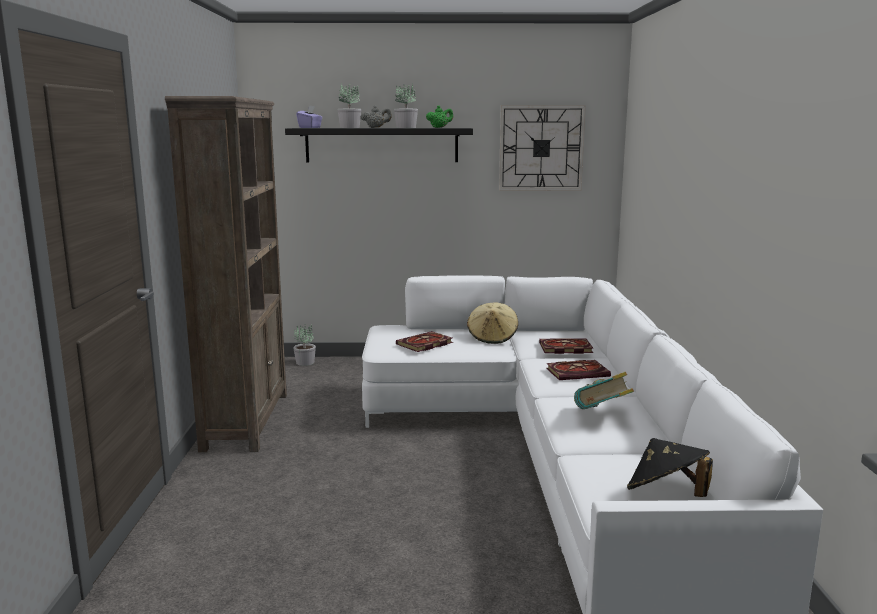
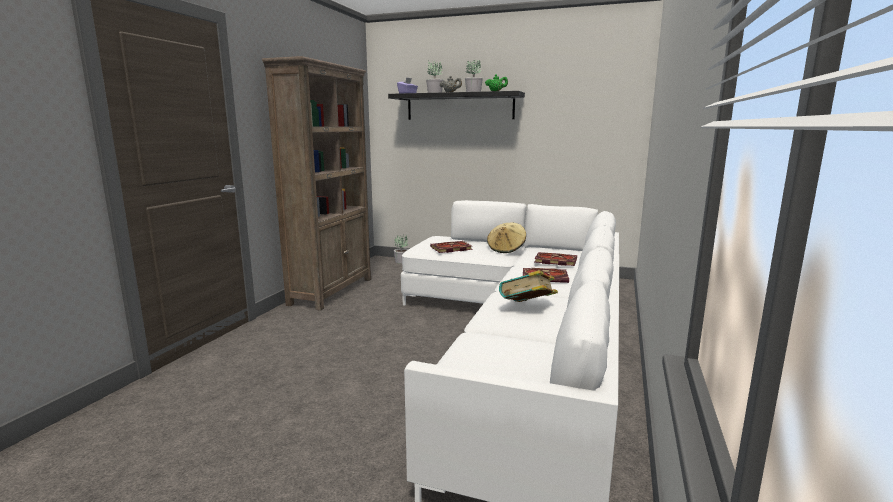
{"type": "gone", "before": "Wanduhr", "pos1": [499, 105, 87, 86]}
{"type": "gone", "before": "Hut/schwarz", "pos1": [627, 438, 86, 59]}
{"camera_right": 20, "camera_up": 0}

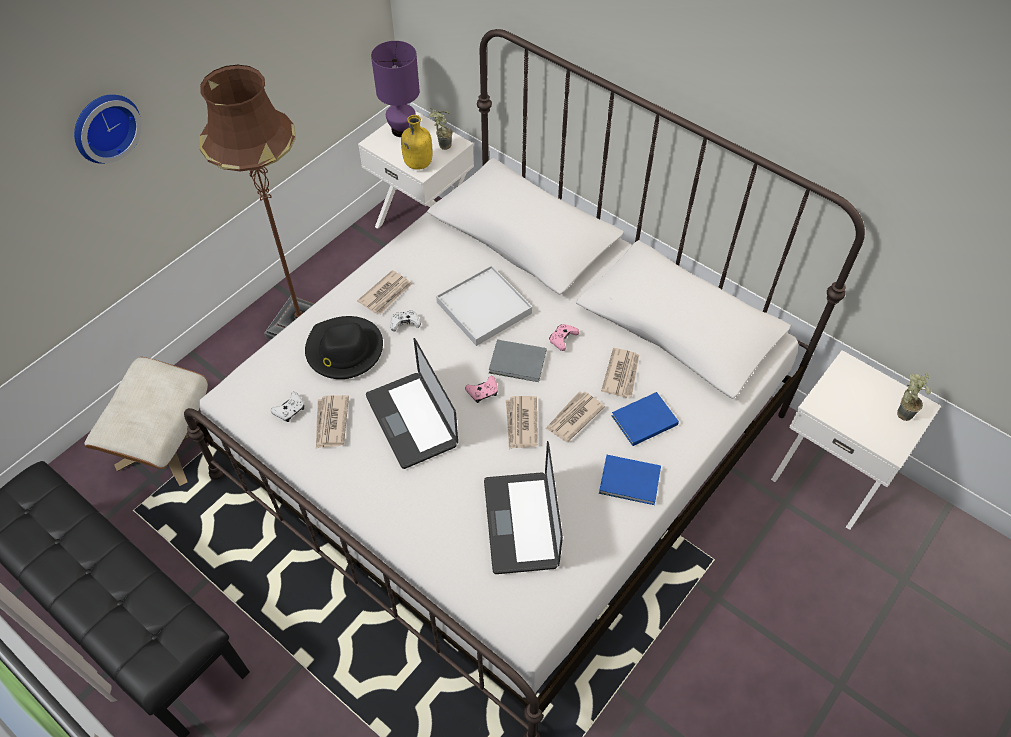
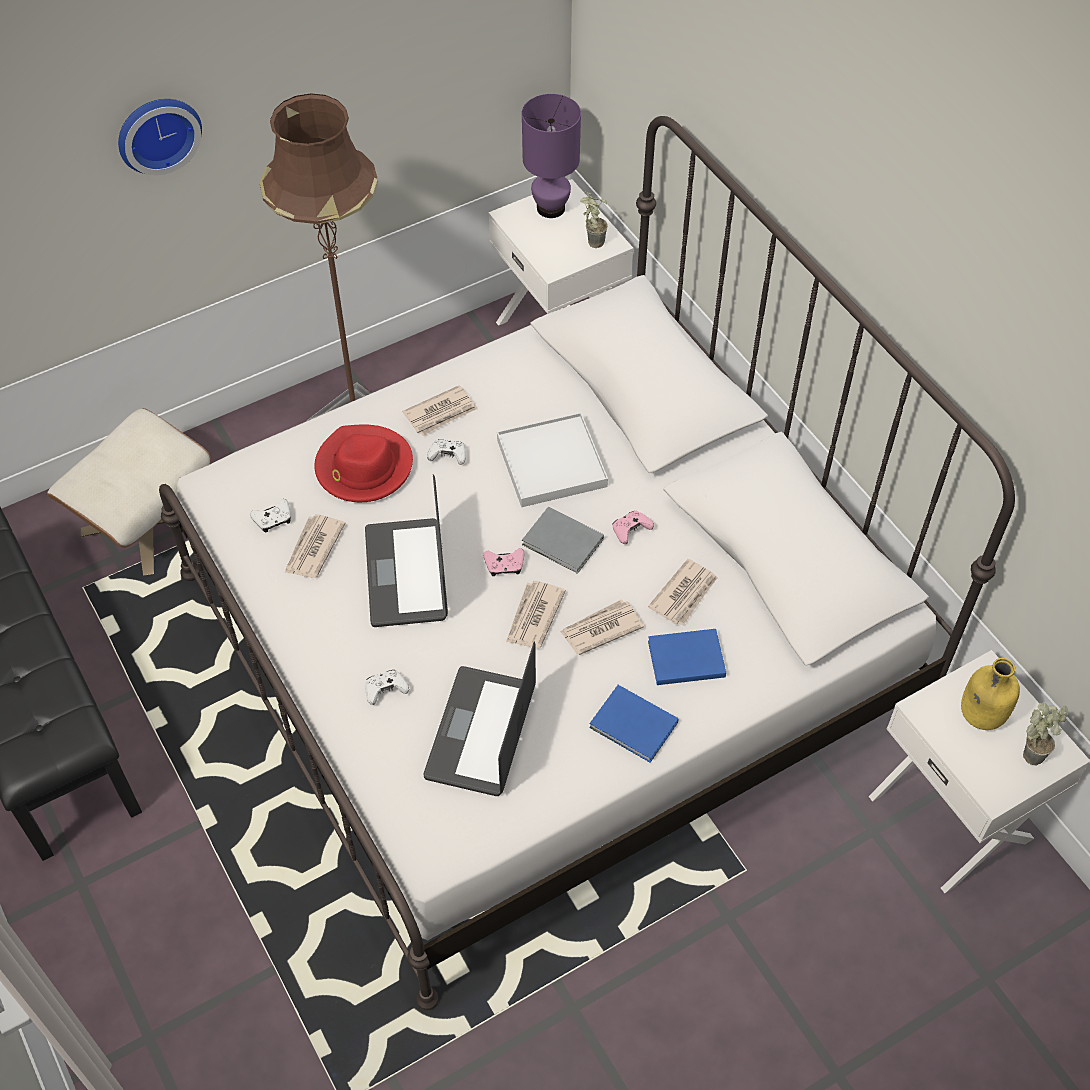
{"type": "shifted", "before": "Flasche/gelb", "pos1": [401, 115, 31, 55], "pos2": [961, 658, 59, 72]}
{"type": "repainted", "before": "Hut/schwarz", "after": "Hut/rot", "pos1": [305, 316, 78, 63], "pos2": [314, 425, 99, 77]}
{"type": "new", "after": "Gamepad/weiß", "pos2": [366, 670, 43, 35]}
{"camera_right": 20, "camera_up": 0}

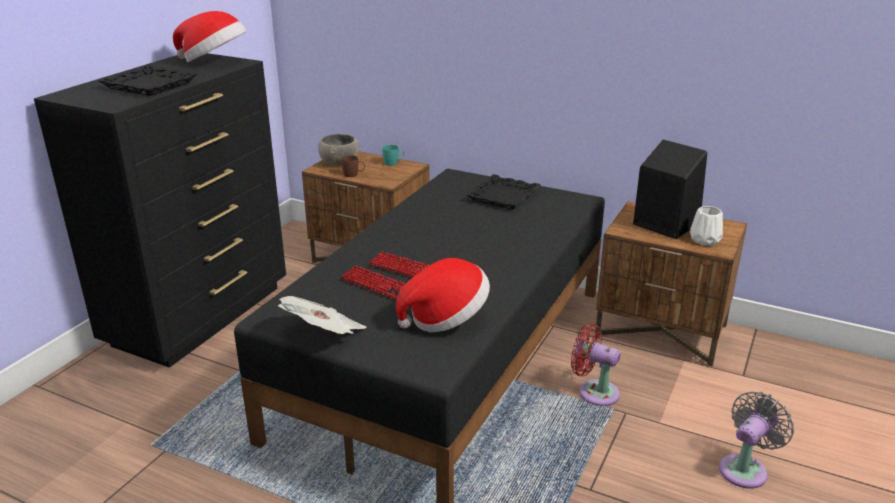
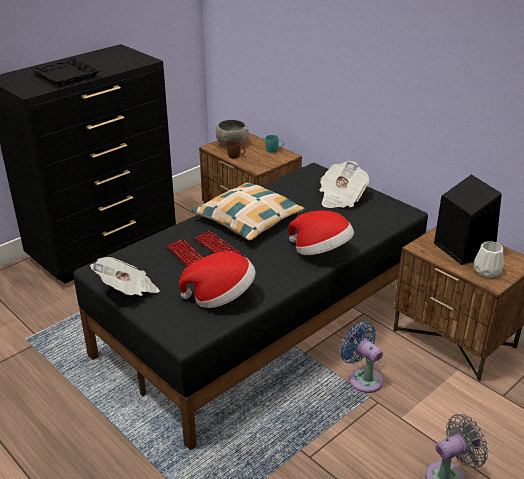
{"type": "shifted", "before": "Hut", "pos1": [173, 11, 73, 51], "pos2": [288, 210, 66, 45]}
{"type": "swapped", "before": "Tablett/schwarz", "after": "Zeitung", "pos1": [466, 174, 75, 35], "pos2": [320, 161, 49, 47]}
{"type": "repainted", "before": "Ventilator/rot", "after": "Ventilator/blau", "pos1": [571, 323, 50, 83], "pos2": [339, 322, 44, 71]}
{"type": "new", "after": "Kissen", "pos2": [191, 182, 114, 59]}
{"camera_right": 20, "camera_up": 5}

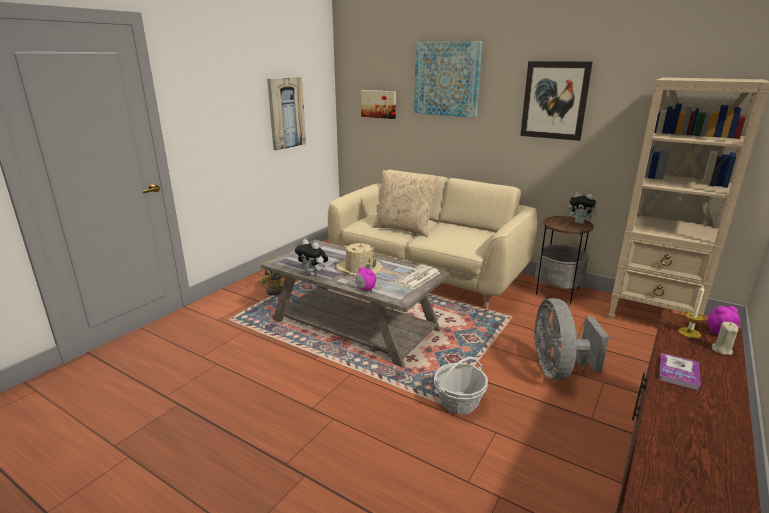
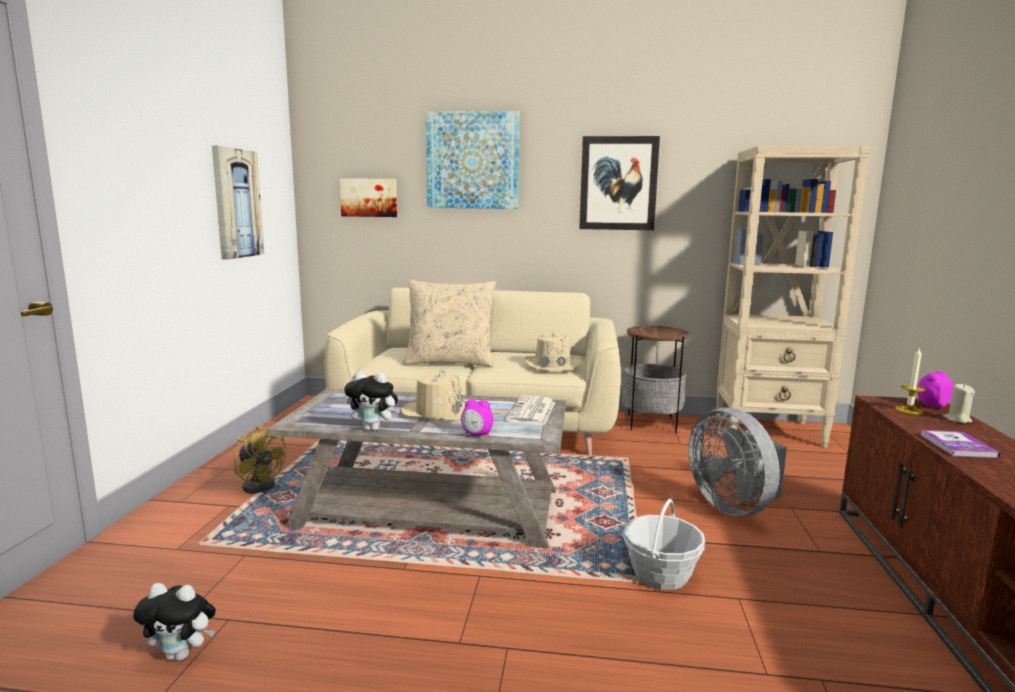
{"type": "shifted", "before": "Plüschtier", "pos1": [569, 192, 29, 32], "pos2": [133, 583, 83, 78]}
{"type": "new", "after": "Hut/beige", "pos2": [525, 332, 56, 40]}
{"camera_right": -25, "camera_up": -10}

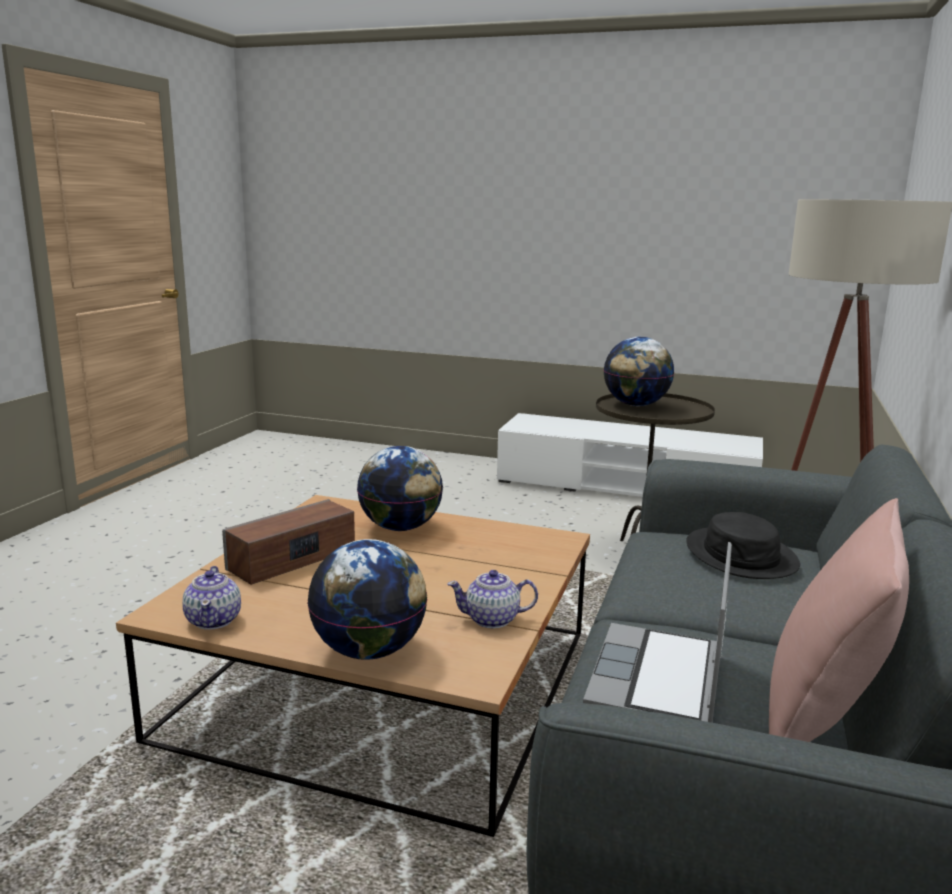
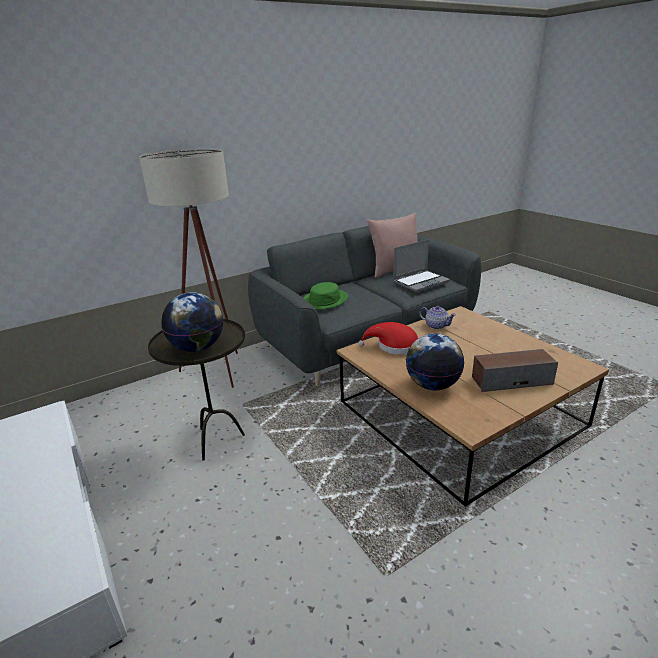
{"type": "repainted", "before": "Hut/schwarz", "after": "Hut/grün", "pos1": [686, 512, 114, 67], "pos2": [303, 282, 45, 28]}
{"type": "gone", "before": "Globus", "pos1": [307, 539, 121, 121]}
{"type": "gone", "before": "Teekanne", "pos1": [182, 566, 59, 64]}
{"type": "new", "after": "Hut/rot", "pos2": [359, 322, 60, 33]}
{"camera_right": -140, "camera_up": 10}

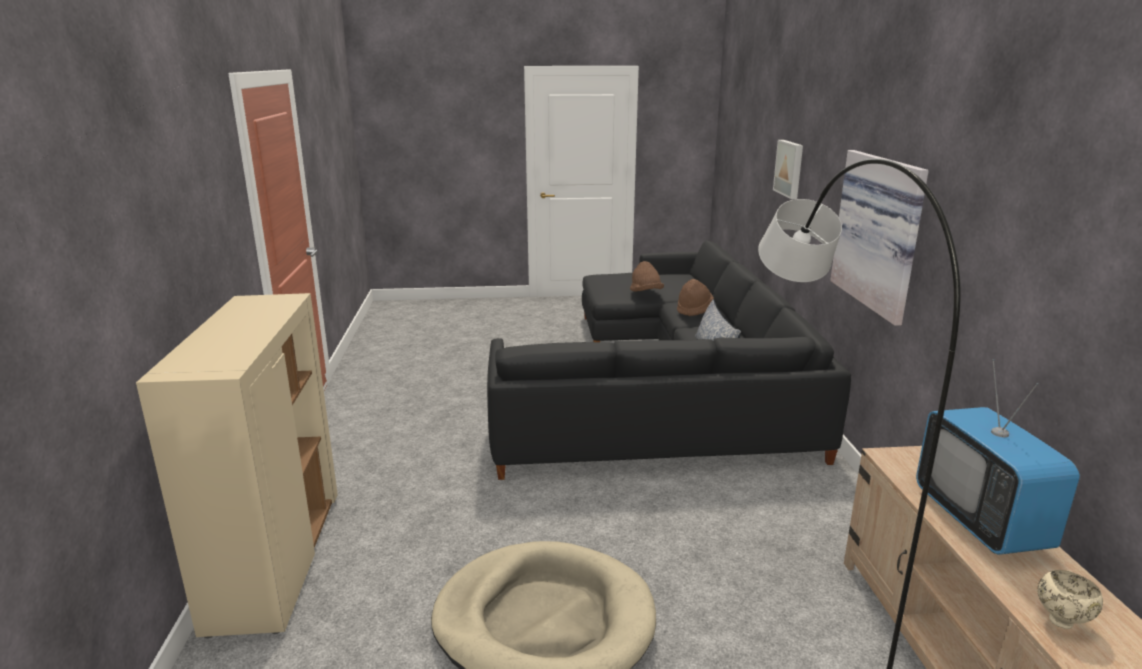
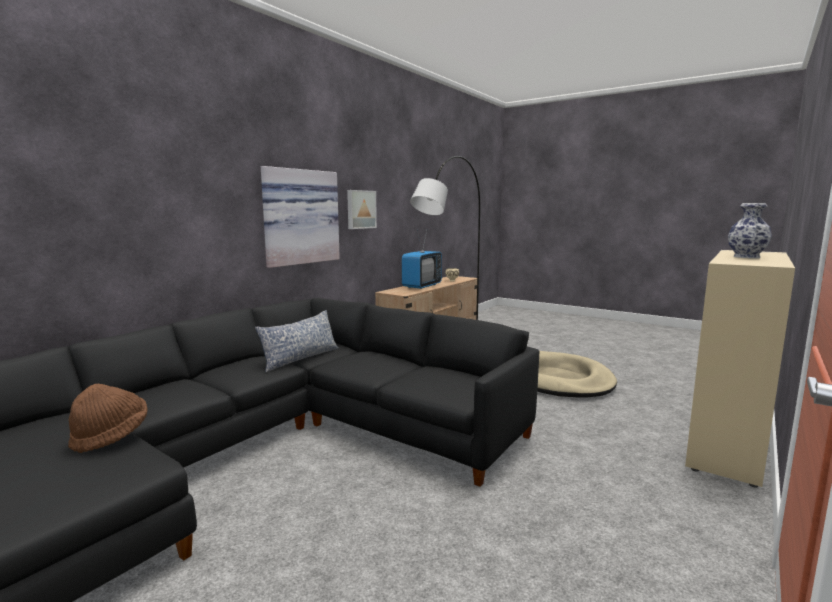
{"type": "shifted", "before": "Bild", "pos1": [773, 140, 30, 59], "pos2": [347, 190, 30, 39]}
{"type": "gone", "before": "Hut/braun", "pos1": [677, 279, 37, 37]}
{"type": "new", "after": "Vase", "pos2": [728, 203, 44, 55]}
{"camera_right": -140, "camera_up": -10}

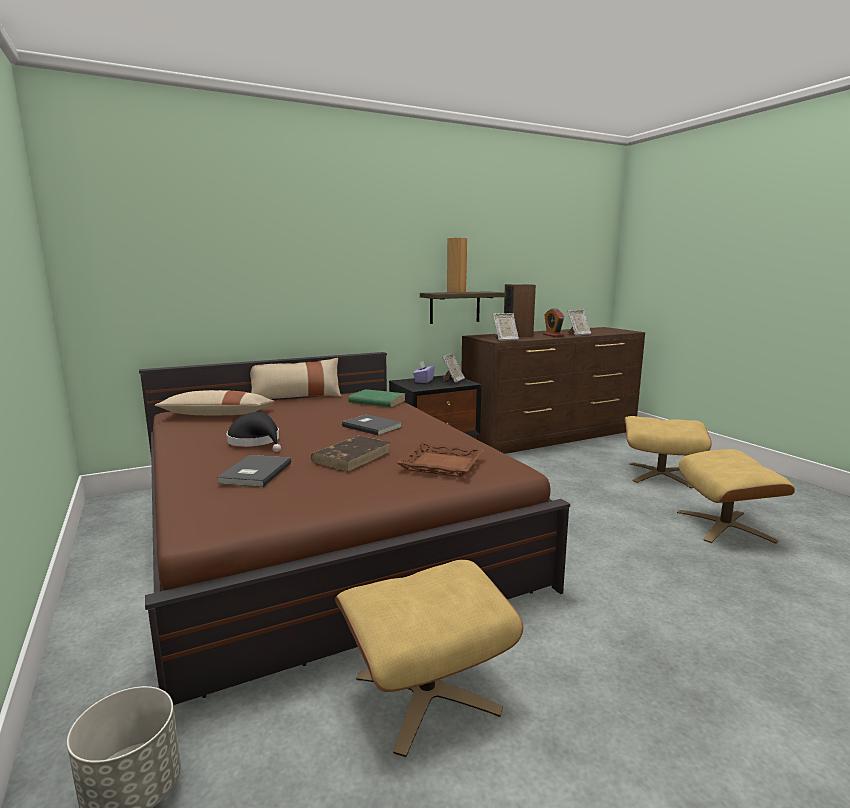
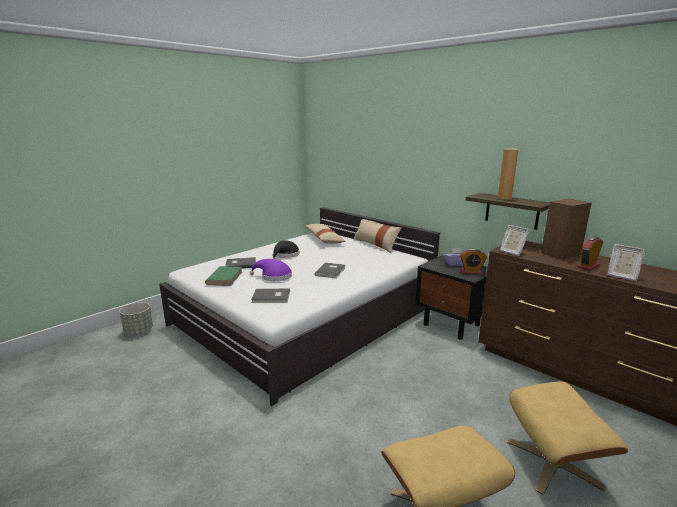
{"type": "repainted", "before": "Bett/braun", "after": "Bett/weiß", "pos1": [139, 352, 431, 353], "pos2": [159, 207, 281, 199]}
{"type": "swapped", "before": "Bilderrahmen", "after": "Wecker", "pos1": [442, 354, 23, 29], "pos2": [460, 249, 27, 26]}
{"type": "shifted", "before": "Buch/grün", "pos1": [348, 389, 58, 18], "pos2": [205, 266, 37, 20]}
{"type": "swapped", "before": "Buch/braun", "after": "Hut/lila", "pos1": [311, 436, 80, 36], "pos2": [250, 259, 42, 22]}
{"type": "swapped", "before": "Tablett/braun", "after": "Buch/grau", "pos1": [396, 442, 88, 35], "pos2": [251, 289, 39, 14]}
{"type": "gone", "before": "Polsterhocker/beige", "pos1": [335, 560, 188, 197]}
{"camera_right": 70, "camera_up": 5}

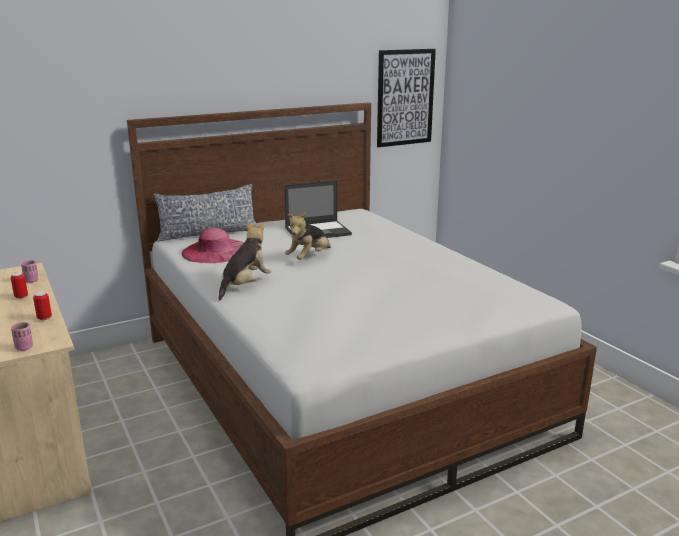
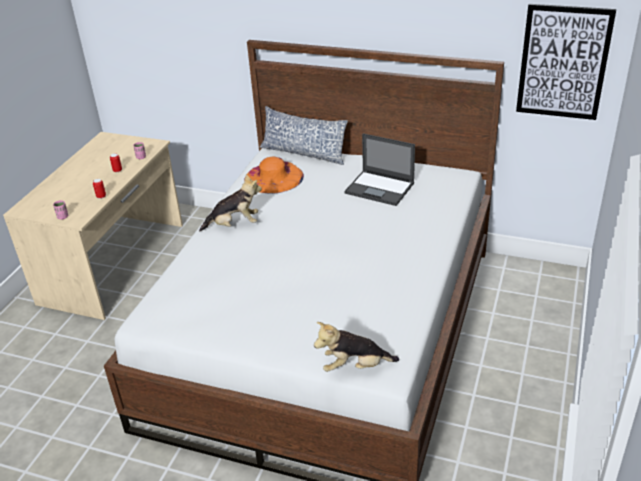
{"type": "shifted", "before": "Plüschtier", "pos1": [285, 212, 46, 48], "pos2": [314, 322, 85, 50]}
{"type": "repainted", "before": "Hut/rosa", "after": "Hut/orange", "pos1": [181, 228, 62, 35], "pos2": [244, 156, 60, 38]}
{"camera_right": 50, "camera_up": 15}

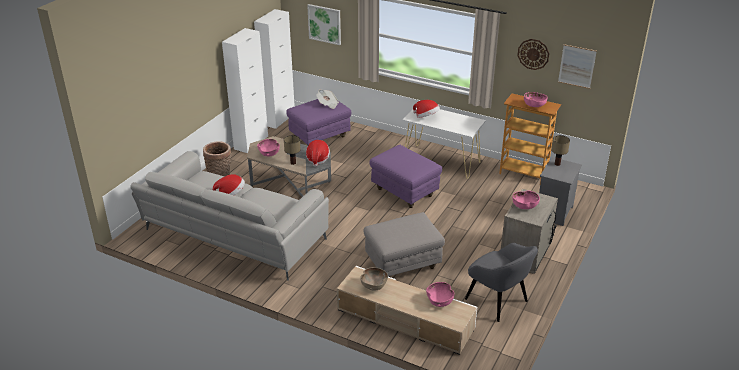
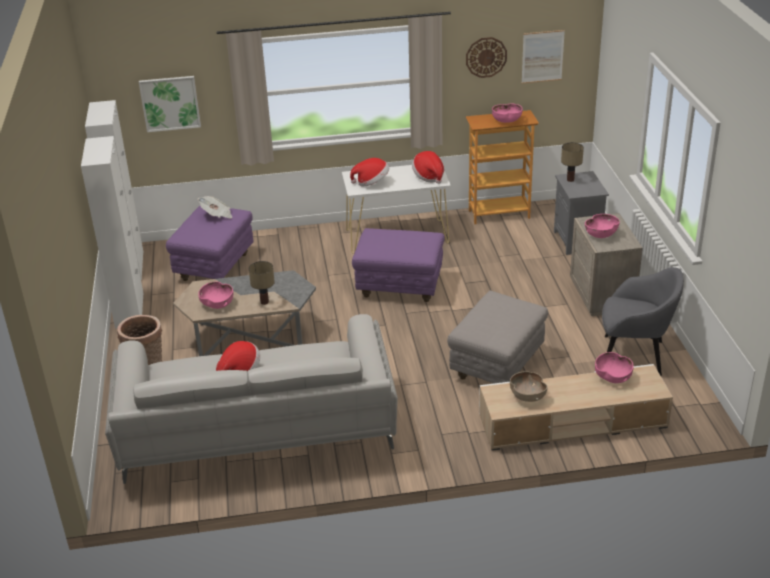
{"type": "shifted", "before": "Hut", "pos1": [306, 140, 24, 27], "pos2": [412, 151, 32, 33]}
{"camera_right": -35, "camera_up": 0}

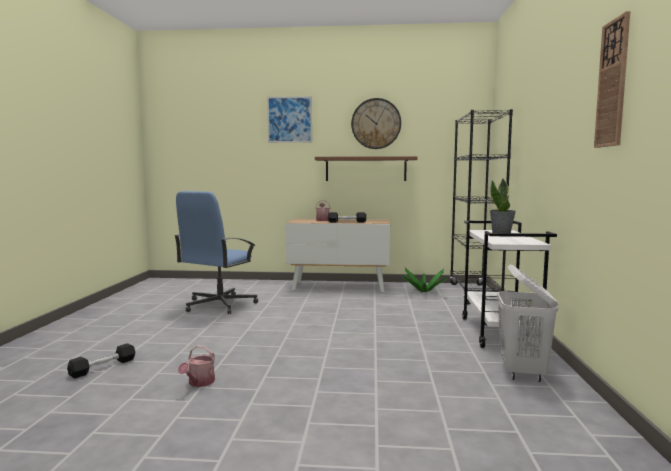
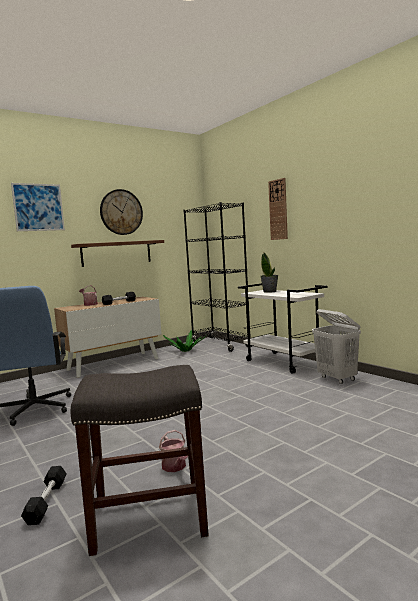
{"type": "shifted", "before": "Wanduhr", "pos1": [594, 11, 36, 137], "pos2": [268, 178, 20, 62]}
{"type": "new", "after": "Hocker/grau", "pos2": [71, 365, 138, 191]}
{"camera_right": -40, "camera_up": 0}

